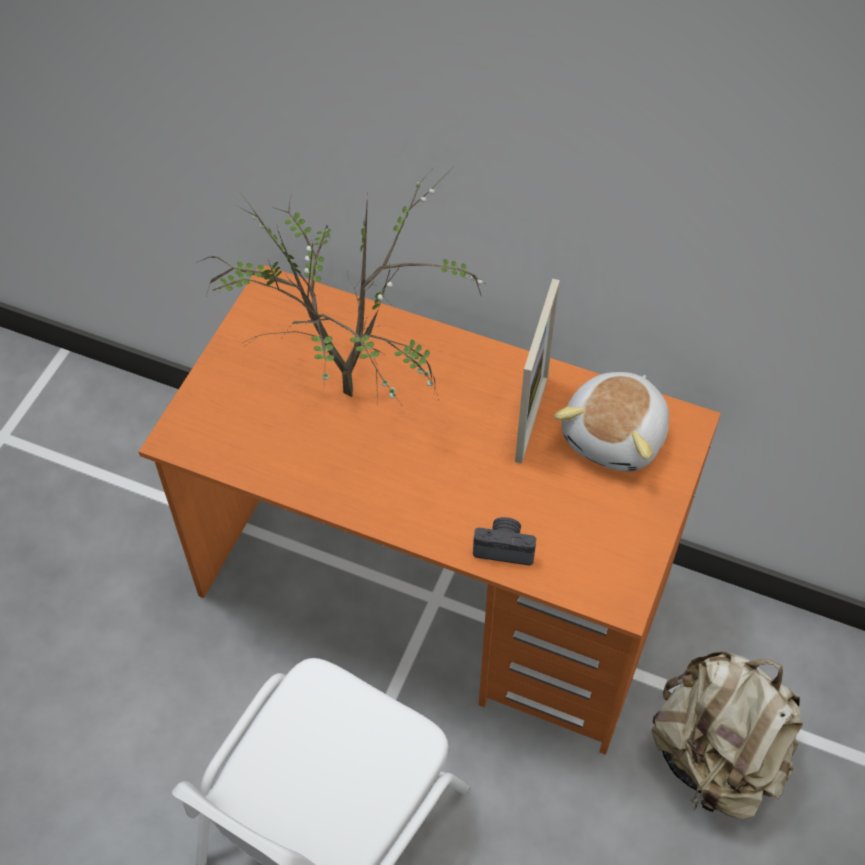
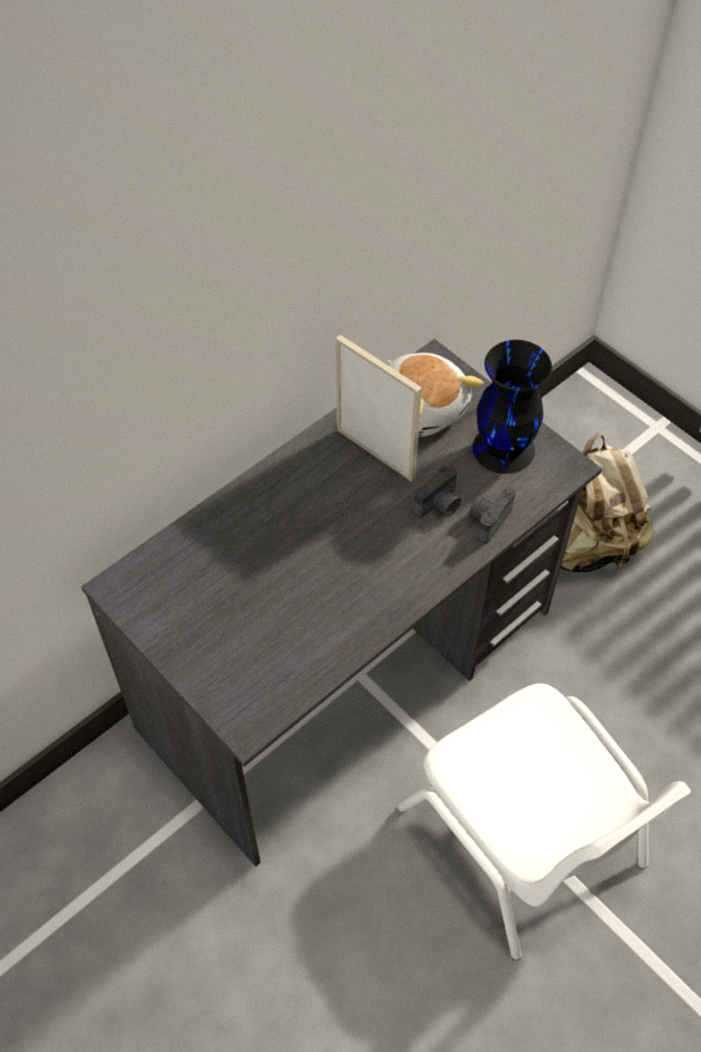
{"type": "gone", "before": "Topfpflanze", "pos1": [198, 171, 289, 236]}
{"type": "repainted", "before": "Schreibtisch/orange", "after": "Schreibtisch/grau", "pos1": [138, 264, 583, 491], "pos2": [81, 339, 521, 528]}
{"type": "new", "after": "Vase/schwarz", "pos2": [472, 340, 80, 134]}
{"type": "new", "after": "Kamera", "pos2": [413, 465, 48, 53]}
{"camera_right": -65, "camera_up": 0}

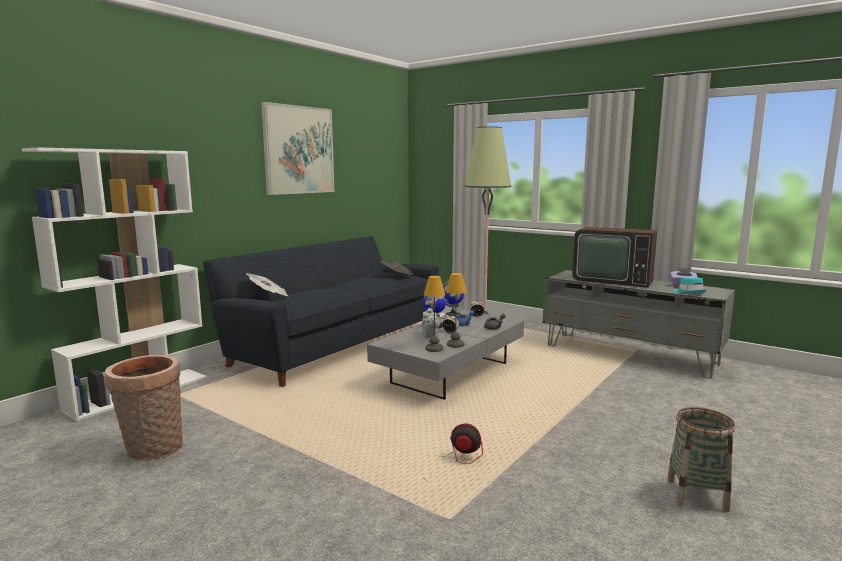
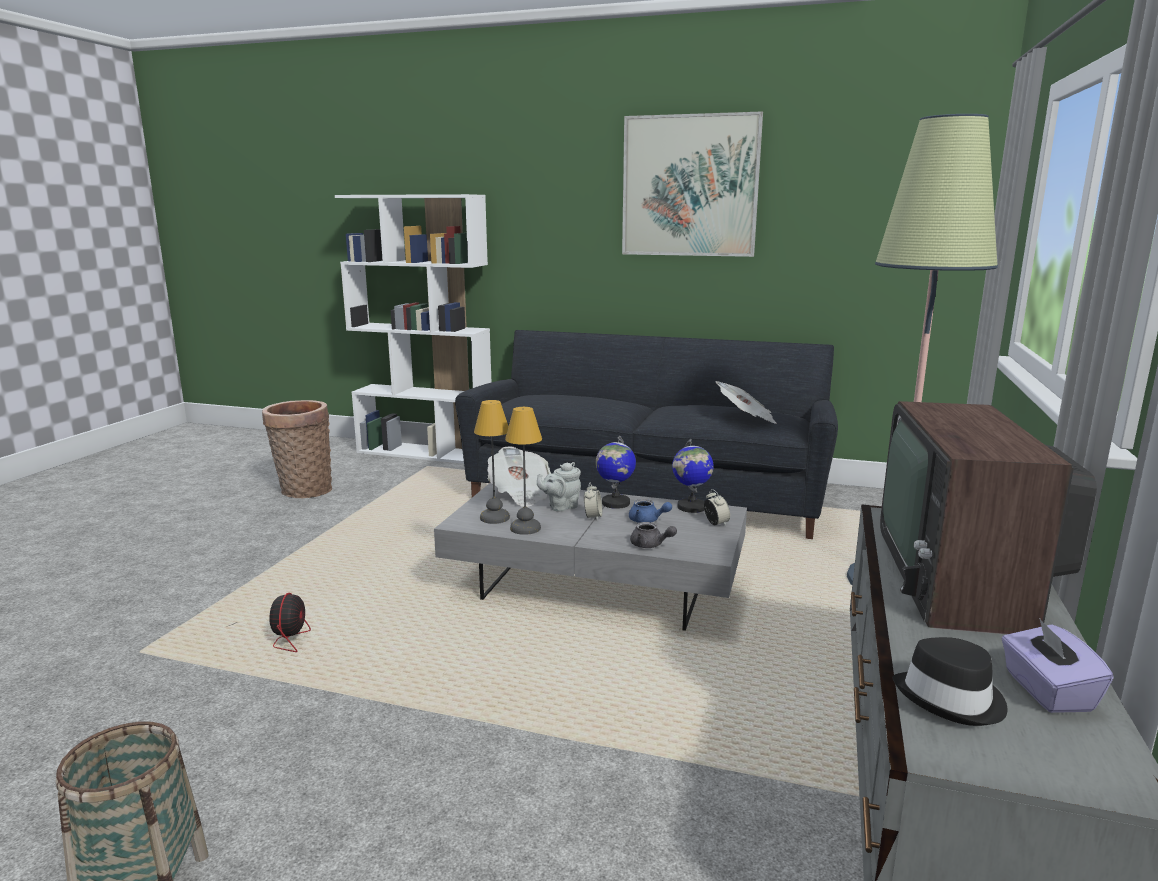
{"type": "shifted", "before": "Zeitung", "pos1": [246, 273, 42, 23], "pos2": [487, 446, 64, 61]}
{"type": "repainted", "before": "Hut/türkis", "after": "Hut/schwarz", "pos1": [674, 277, 33, 16], "pos2": [892, 637, 116, 89]}
{"camera_right": 70, "camera_up": 5}

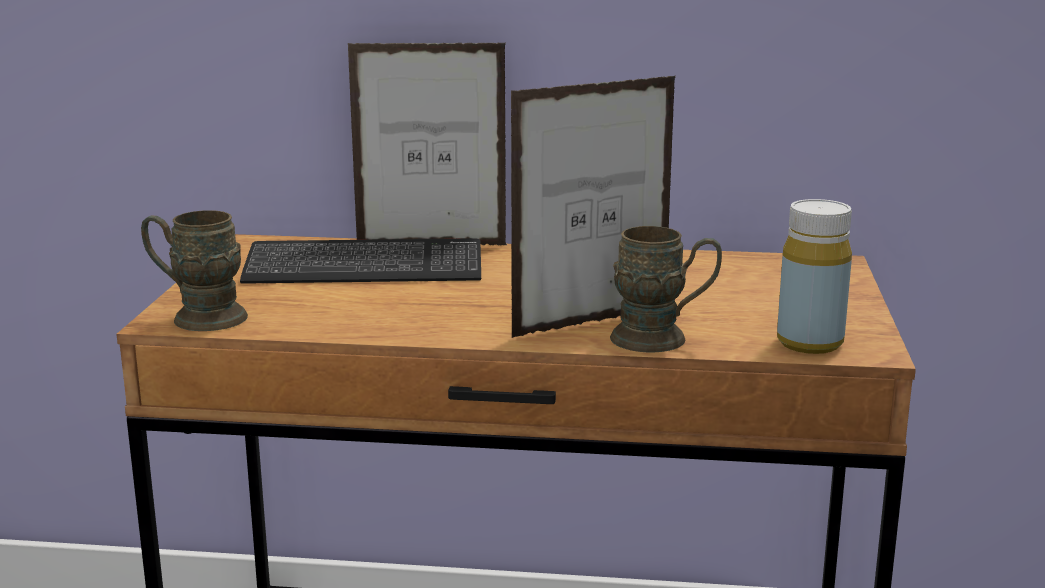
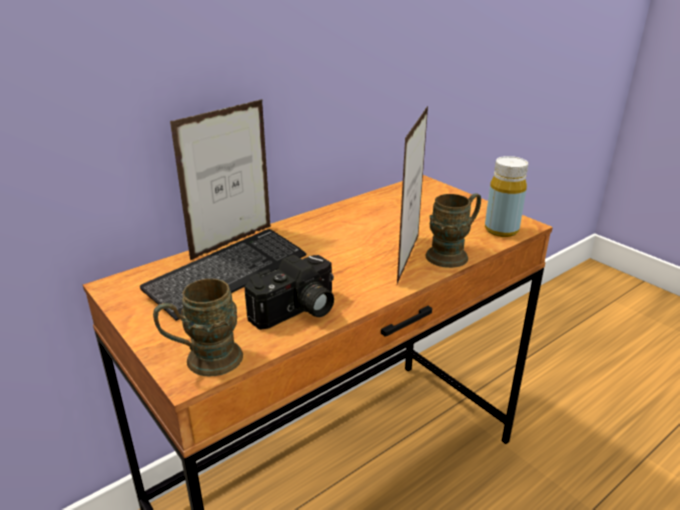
{"type": "new", "after": "Kamera", "pos2": [244, 255, 90, 75]}
{"camera_right": -45, "camera_up": 10}

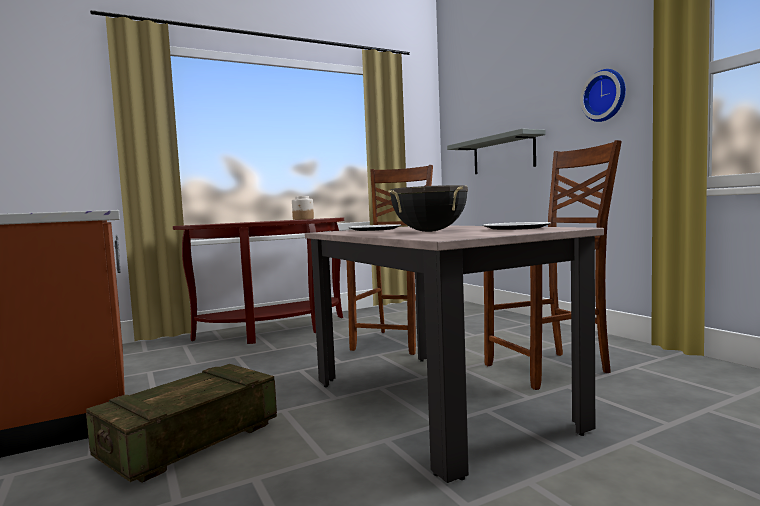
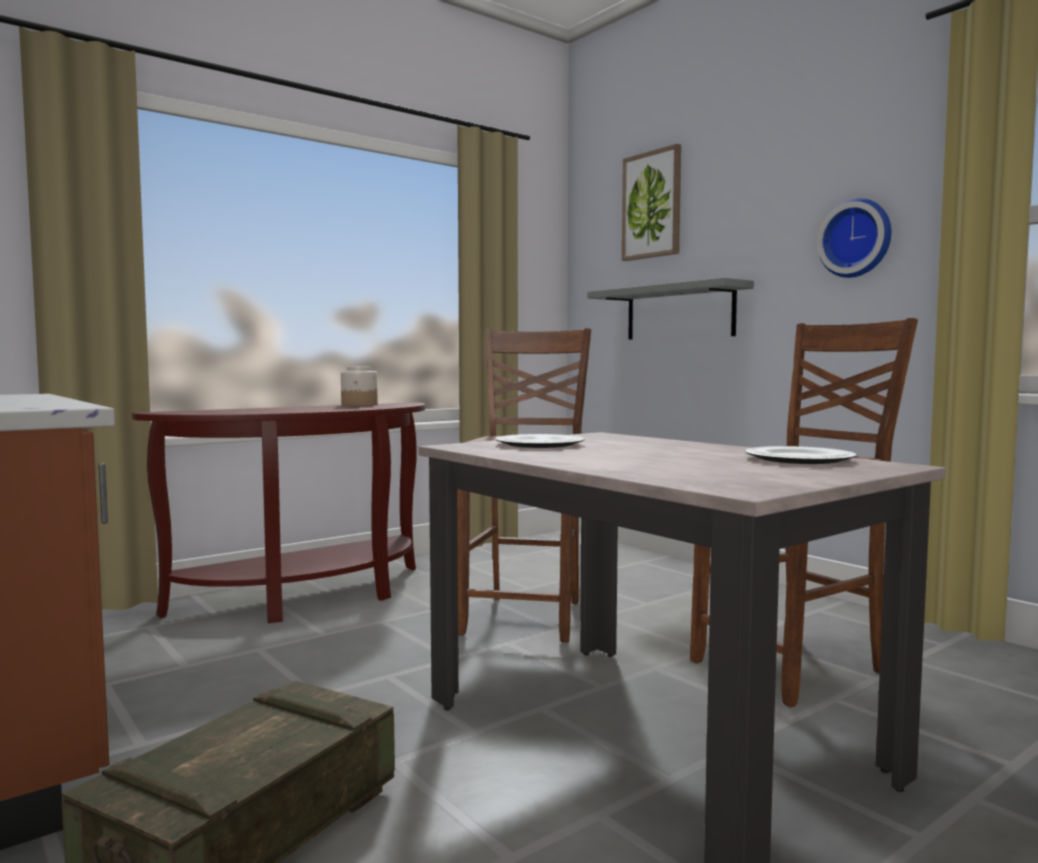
{"type": "gone", "before": "Kochtopf/schwarz", "pos1": [388, 185, 80, 47]}
{"type": "new", "after": "Bild", "pos2": [622, 144, 59, 117]}
{"camera_right": -10, "camera_up": 0}

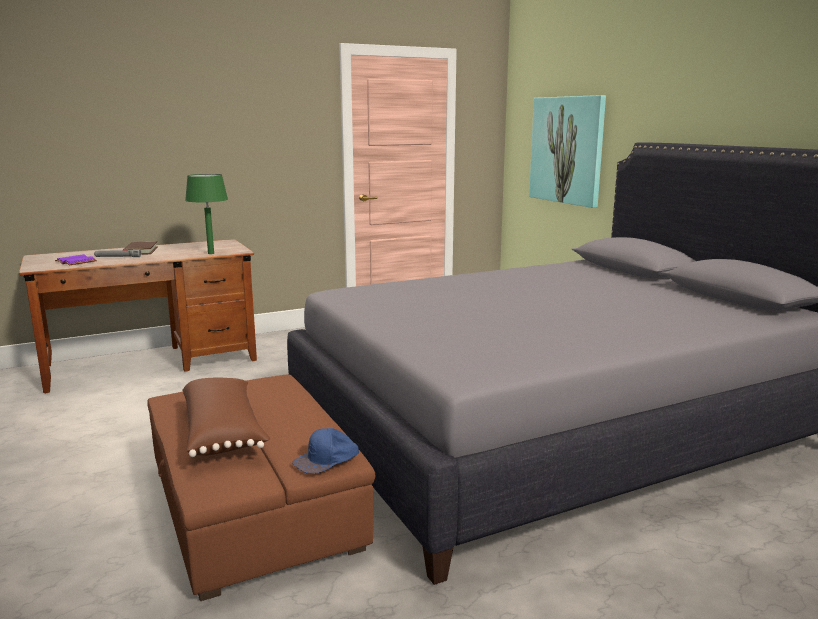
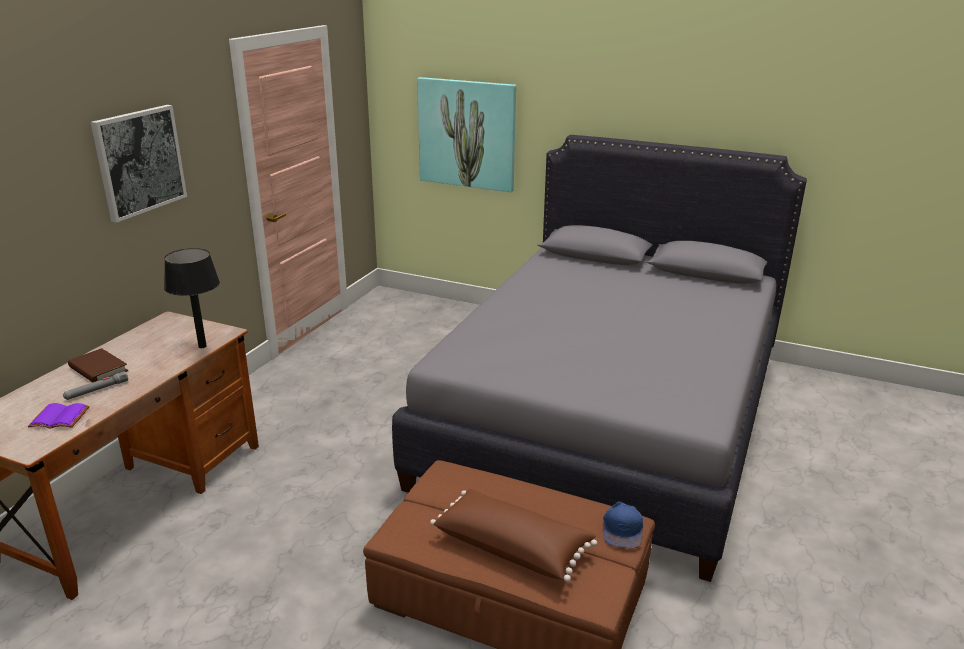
{"type": "repainted", "before": "Tischlampe/grün", "after": "Tischlampe/schwarz", "pos1": [185, 174, 43, 80], "pos2": [164, 248, 56, 100]}
{"type": "new", "after": "Bild", "pos2": [91, 105, 96, 118]}
{"camera_right": -40, "camera_up": 10}

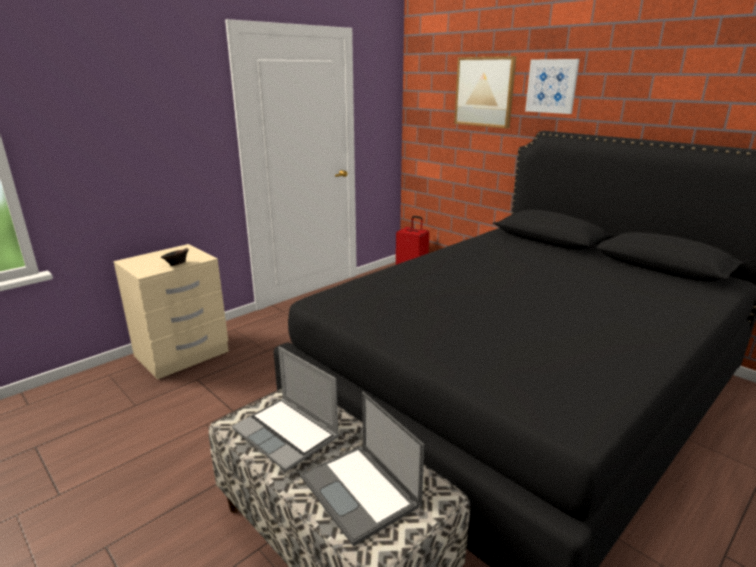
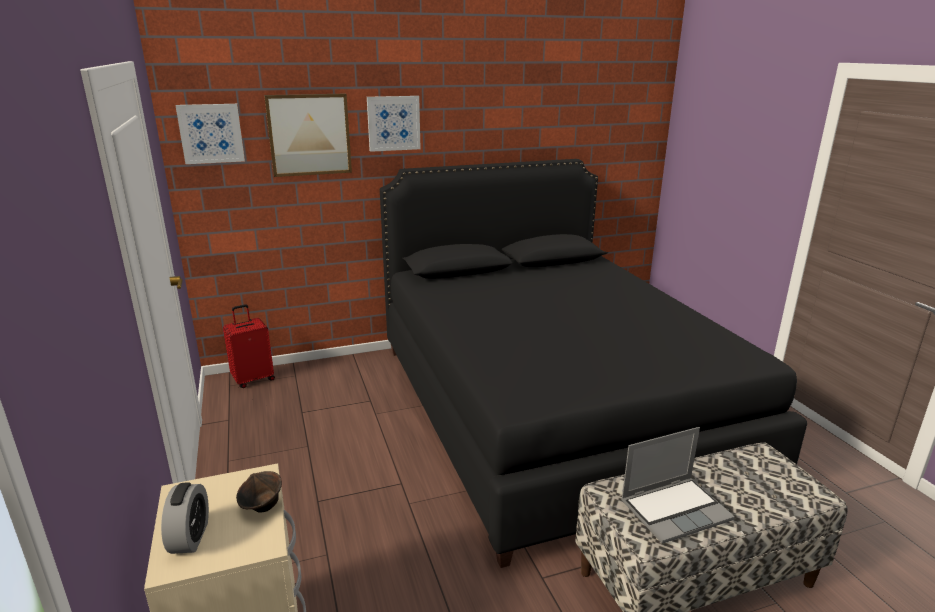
{"type": "gone", "before": "Laptop", "pos1": [301, 392, 124, 154]}
{"type": "new", "after": "Bild", "pos2": [175, 104, 70, 60]}
{"type": "new", "after": "Wecker", "pos2": [161, 482, 48, 72]}
{"camera_right": -65, "camera_up": 0}

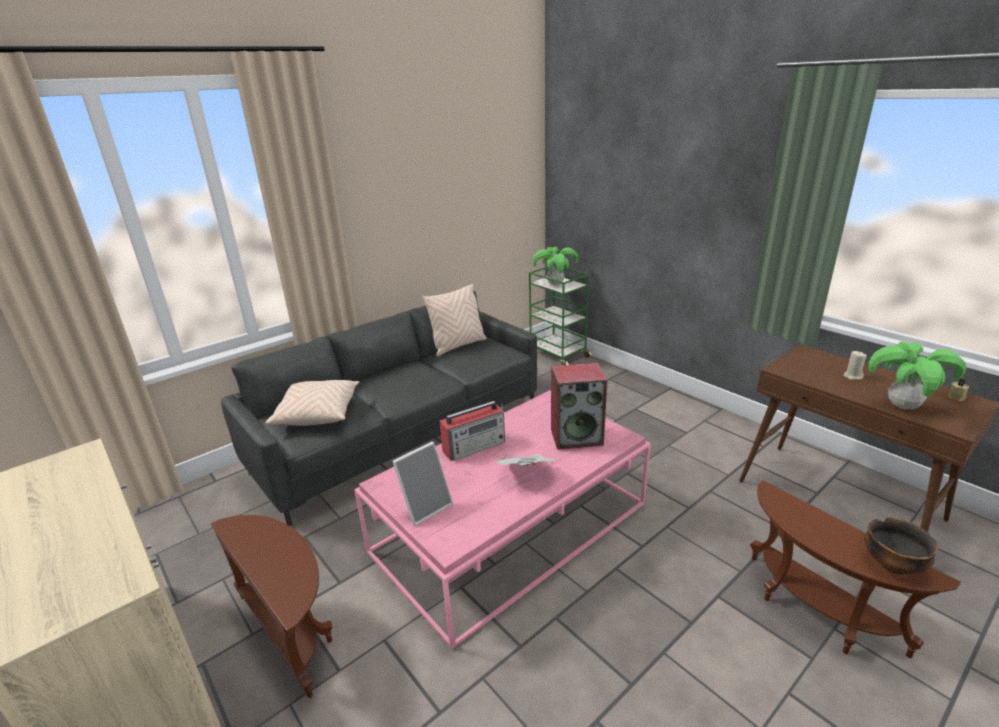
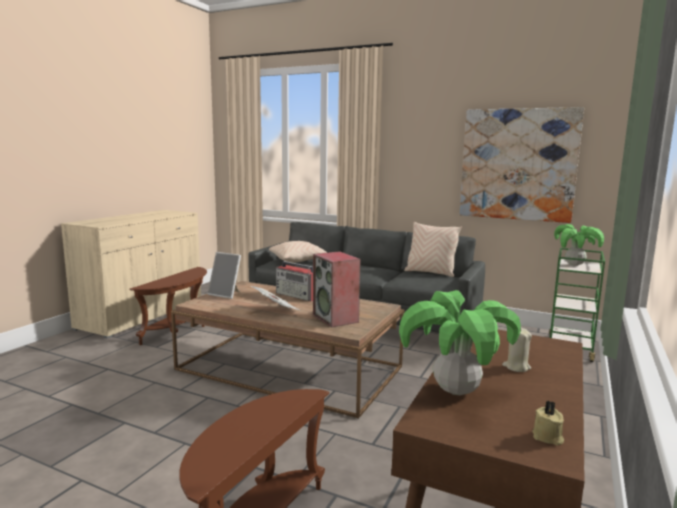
{"type": "repainted", "before": "Couchtisch/rosa", "after": "Couchtisch/braun", "pos1": [354, 390, 297, 259], "pos2": [171, 281, 234, 138]}
{"type": "gone", "before": "Schüssel", "pos1": [864, 517, 74, 58]}
{"type": "new", "after": "Bild", "pos2": [460, 107, 124, 116]}
{"camera_right": 65, "camera_up": -15}

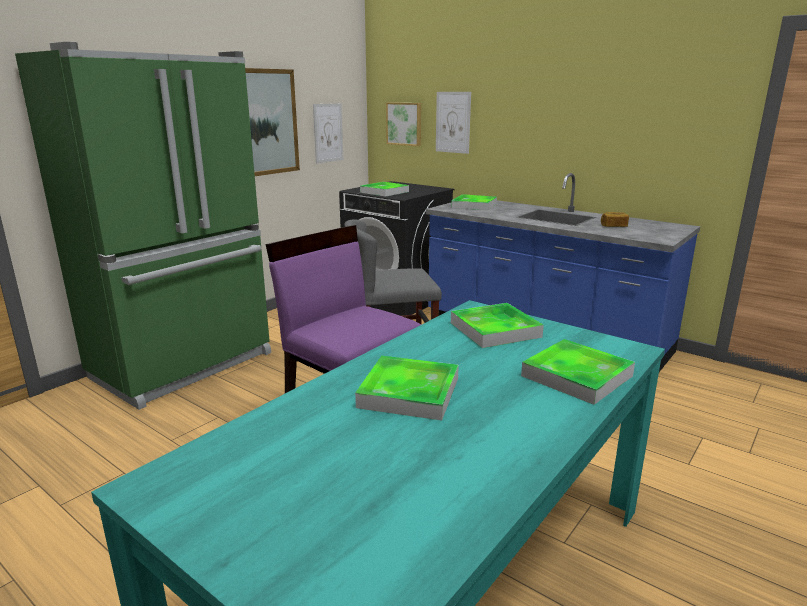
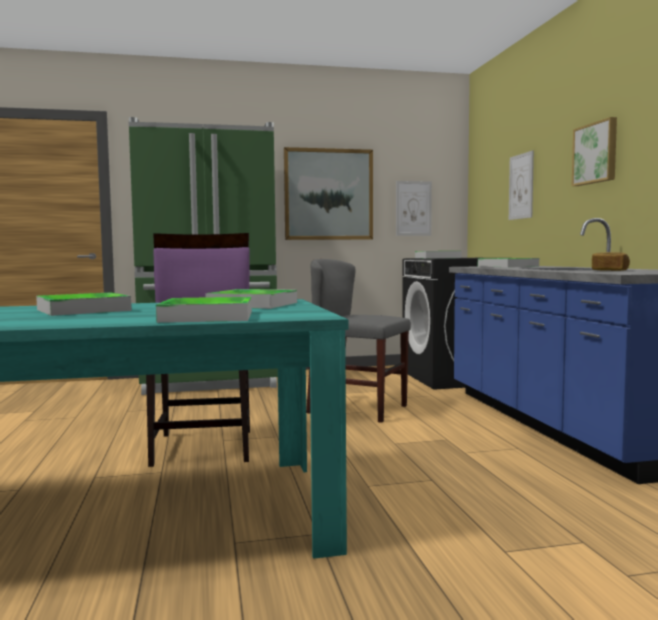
{"type": "shifted", "before": "Bild", "pos1": [386, 102, 35, 44], "pos2": [572, 117, 45, 69]}
{"camera_right": 40, "camera_up": -15}

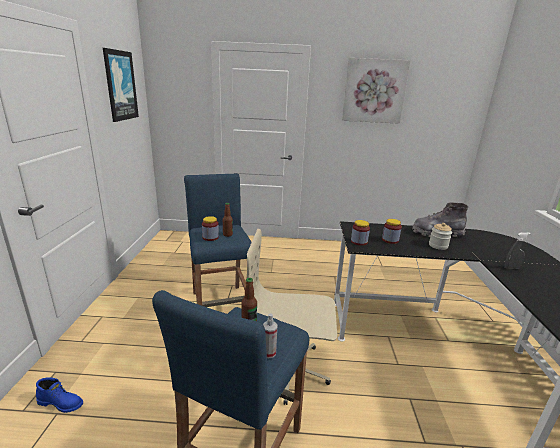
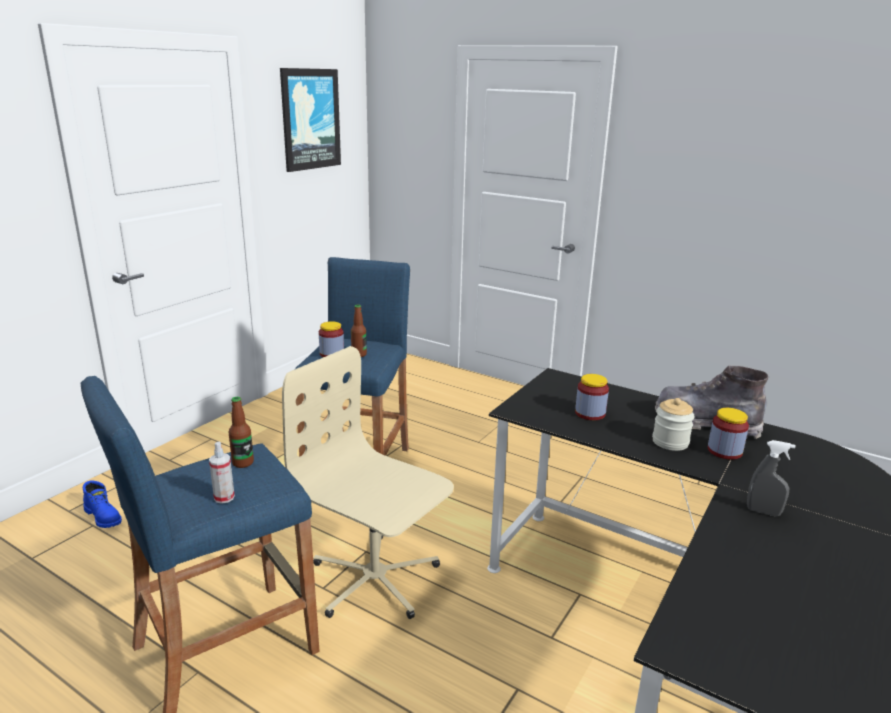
{"type": "gone", "before": "Bild", "pos1": [342, 58, 69, 66]}
{"type": "shifted", "before": "Vorratsglas", "pos1": [351, 220, 19, 26], "pos2": [708, 408, 41, 52]}
{"camera_right": 30, "camera_up": 0}

